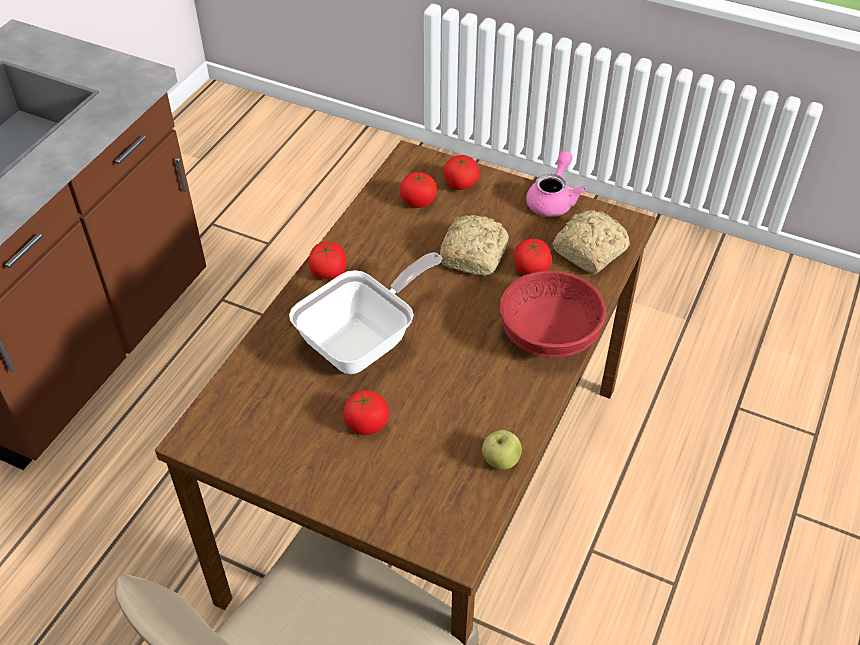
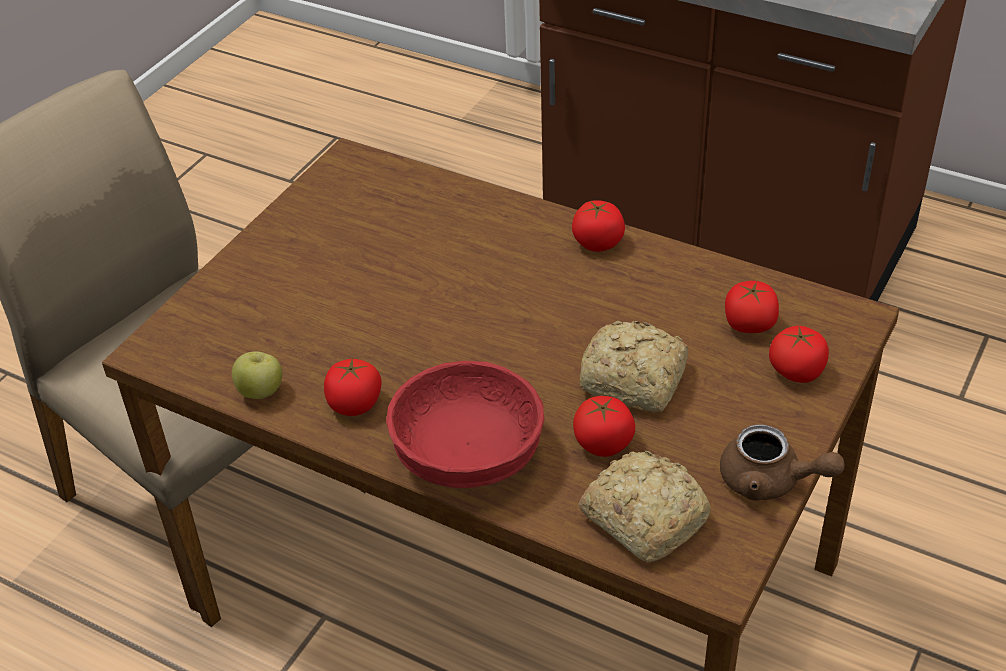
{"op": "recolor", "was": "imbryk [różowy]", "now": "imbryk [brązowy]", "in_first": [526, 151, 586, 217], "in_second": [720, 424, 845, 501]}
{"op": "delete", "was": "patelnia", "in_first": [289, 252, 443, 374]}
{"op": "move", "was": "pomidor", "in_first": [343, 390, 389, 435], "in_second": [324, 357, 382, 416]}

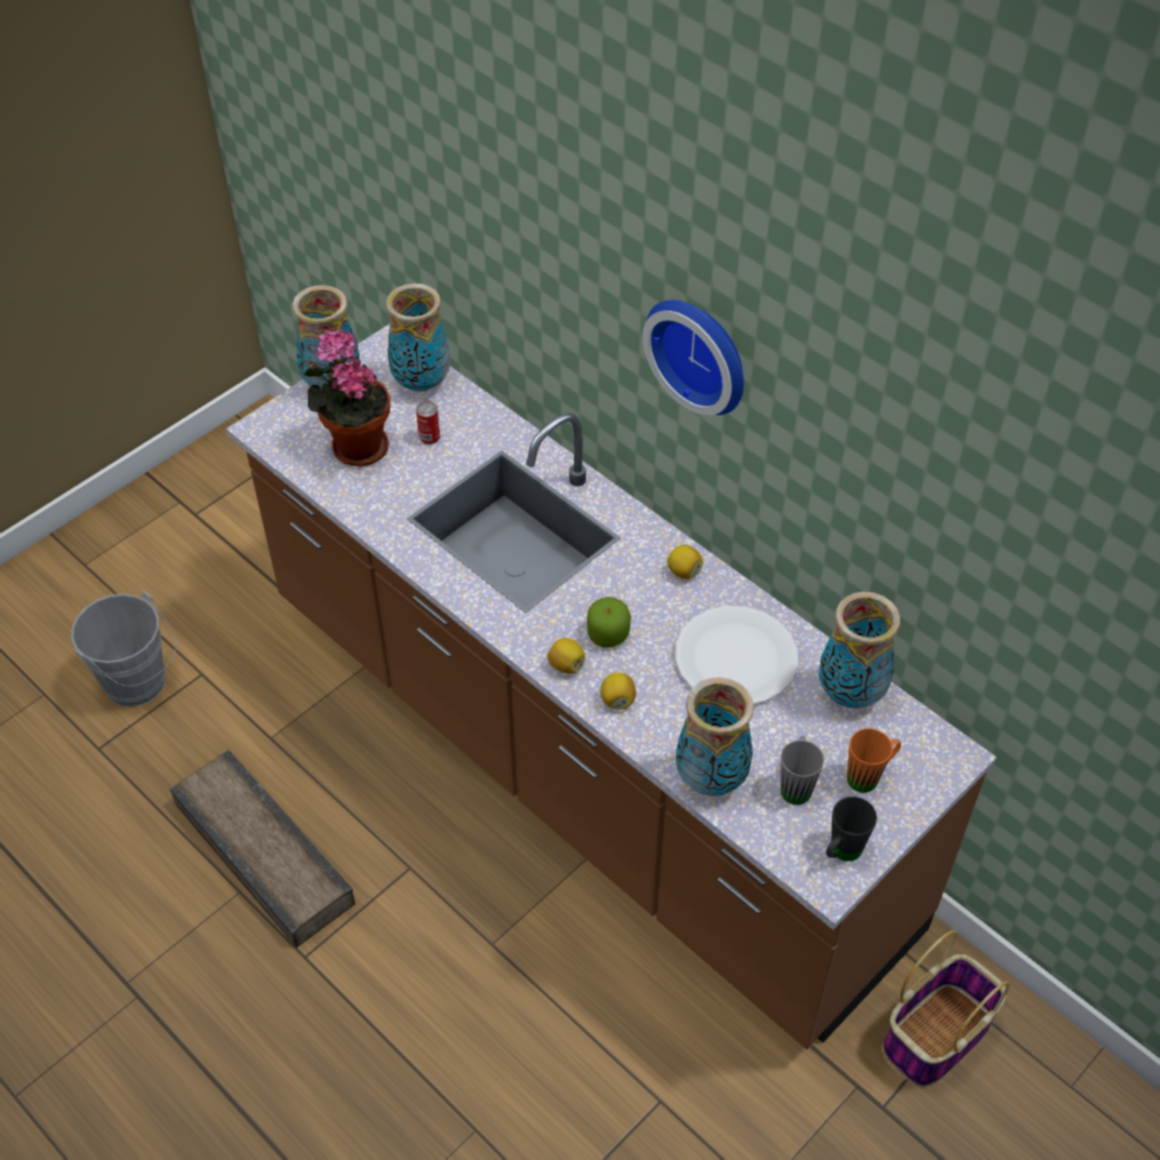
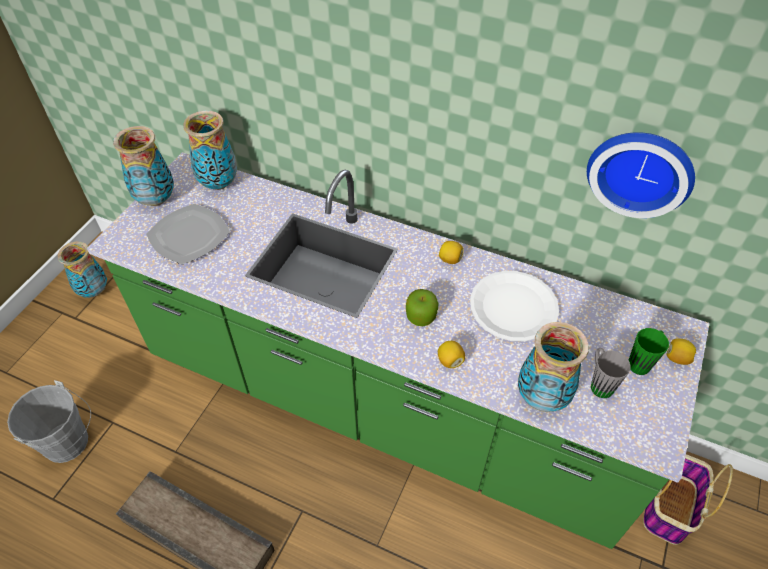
{"op": "move", "was": "zegar ścienny", "in_first": [643, 300, 744, 416], "in_second": [587, 132, 695, 218]}
{"op": "recolor", "was": "zabudowa kuchenna [brązowy]", "now": "zabudowa kuchenna [zielony]", "in_first": [226, 324, 996, 1049], "in_second": [87, 152, 709, 549]}
{"op": "replace", "was": "roślina doniczkowa", "now": "talerz", "in_first": [304, 329, 390, 467], "in_second": [146, 204, 230, 265]}
{"op": "delete", "was": "puszka", "in_first": [416, 400, 440, 445]}
{"op": "move", "was": "wazon", "in_first": [819, 592, 900, 708], "in_second": [58, 242, 107, 298]}
{"op": "move", "was": "cytryna", "in_first": [547, 638, 585, 674], "in_second": [667, 338, 696, 365]}
{"op": "recolor", "was": "kubek [pomarańczowy]", "now": "kubek [zielony]", "in_first": [847, 728, 901, 793], "in_second": [629, 328, 669, 375]}
{"op": "delete", "was": "kubek [czarny]", "in_first": [826, 797, 877, 861]}

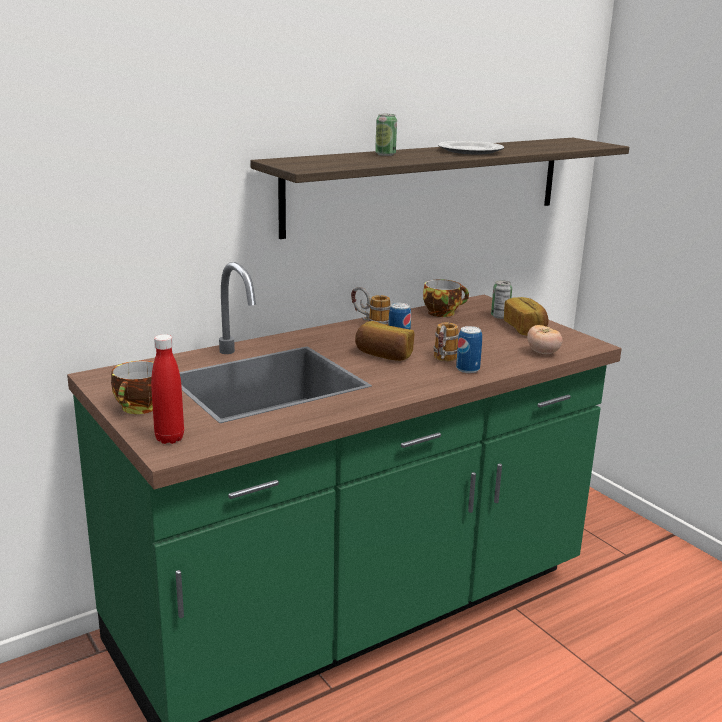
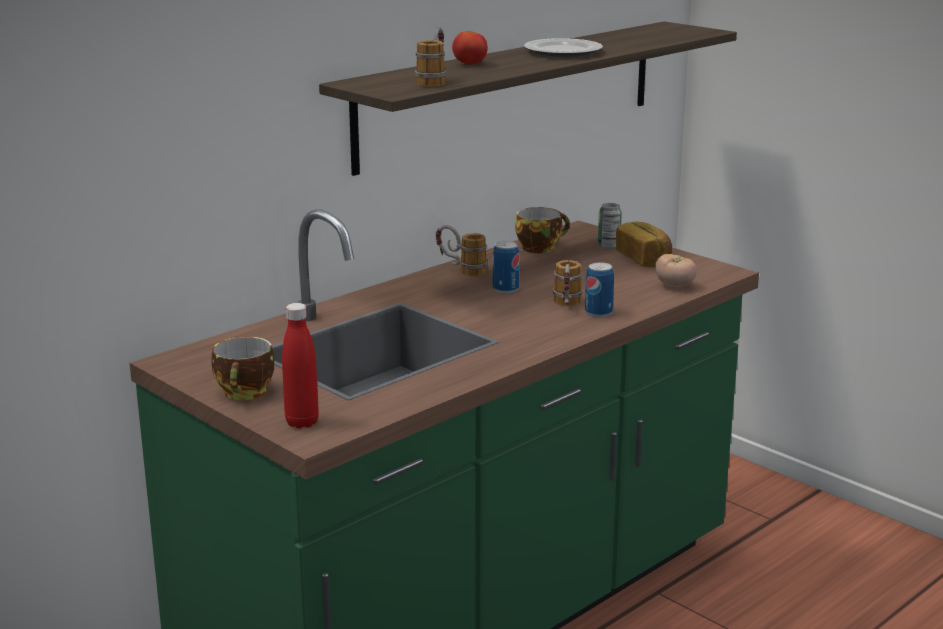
{"op": "replace", "was": "puszka", "now": "pomidor", "in_first": [375, 114, 397, 156], "in_second": [452, 31, 488, 65]}
{"op": "delete", "was": "chleb", "in_first": [355, 321, 414, 361]}
{"op": "insert", "now": "kubek", "in_second": [415, 27, 446, 87]}

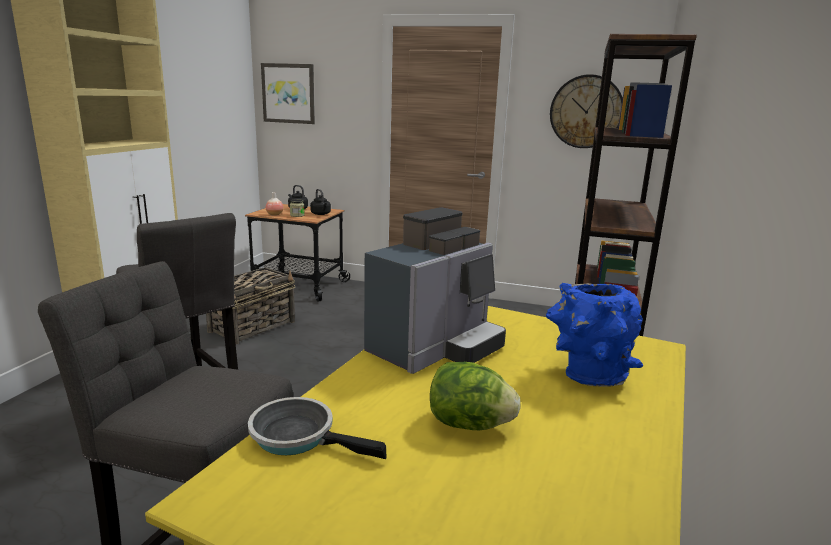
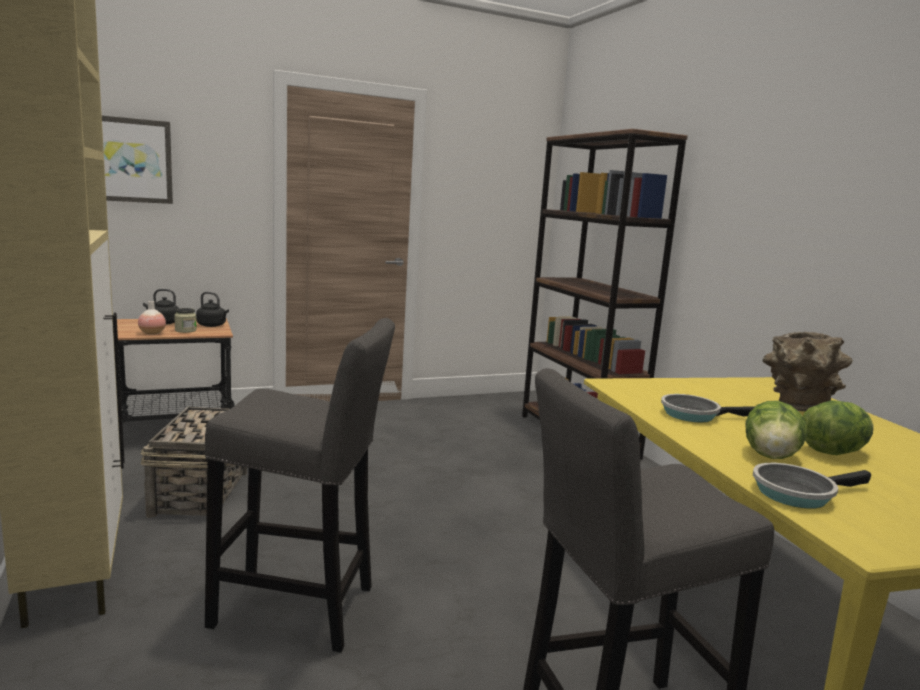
{"op": "delete", "was": "zegar ścienny", "in_first": [550, 74, 623, 148]}
{"op": "replace", "was": "ekspres do kawy", "now": "patelnia", "in_first": [364, 207, 506, 374], "in_second": [661, 394, 756, 423]}
{"op": "recolor", "was": "wazon [niebieski]", "now": "wazon [brązowy]", "in_first": [546, 283, 643, 387], "in_second": [763, 332, 852, 411]}
{"op": "insert", "now": "sałata", "in_second": [745, 401, 807, 459]}

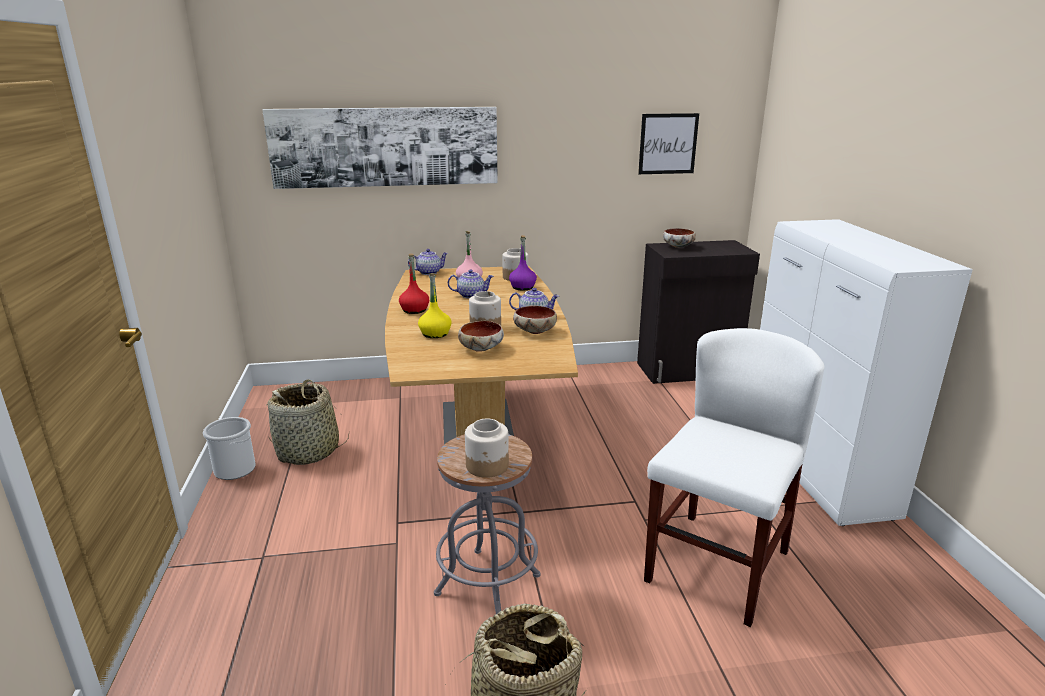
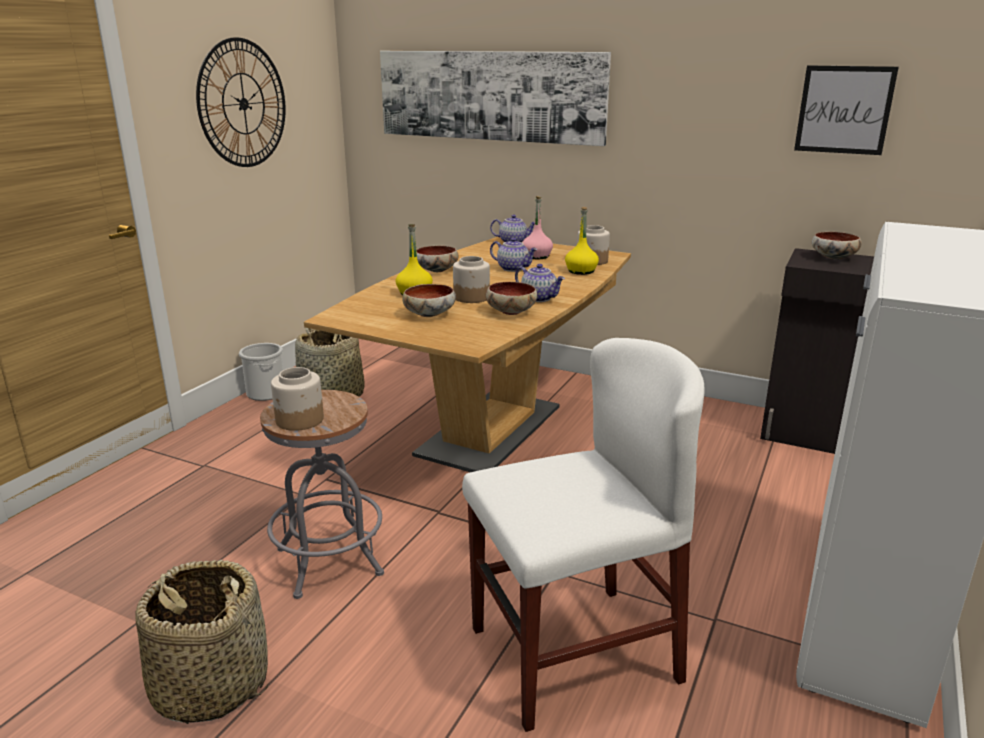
{"op": "recolor", "was": "butelka [fioletowy]", "now": "butelka [żółty]", "in_first": [509, 235, 537, 290], "in_second": [565, 207, 599, 275]}
{"op": "replace", "was": "butelka [czerwony]", "now": "miska", "in_first": [399, 253, 429, 314], "in_second": [416, 246, 459, 272]}
{"op": "insert", "now": "zegar ścienny", "in_second": [196, 37, 286, 167]}

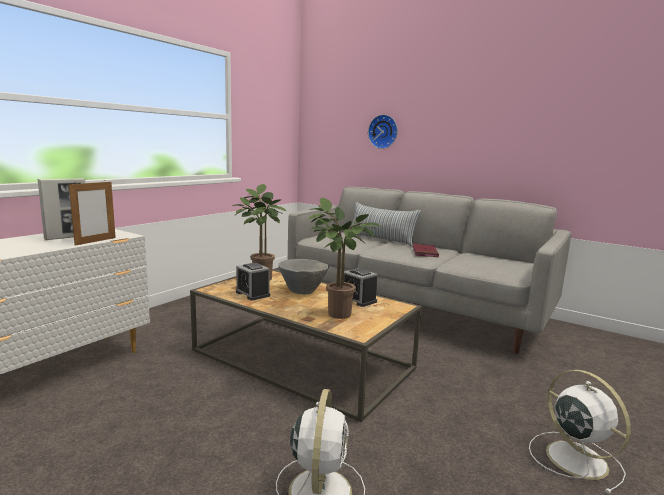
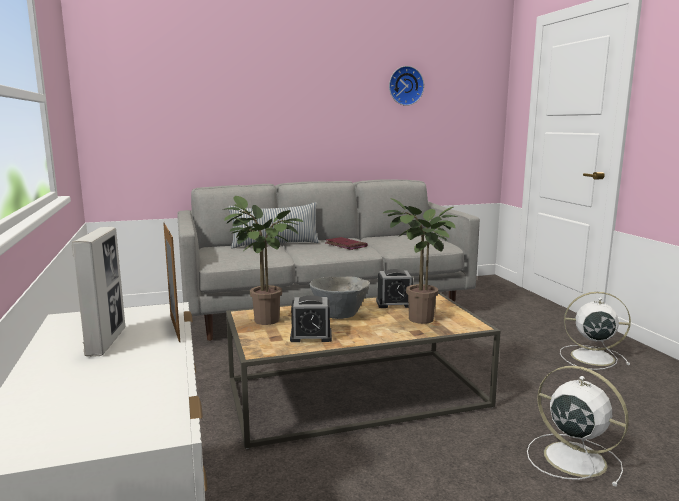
{"op": "move", "was": "zegar ścienny", "in_first": [368, 114, 398, 149], "in_second": [389, 66, 424, 106]}

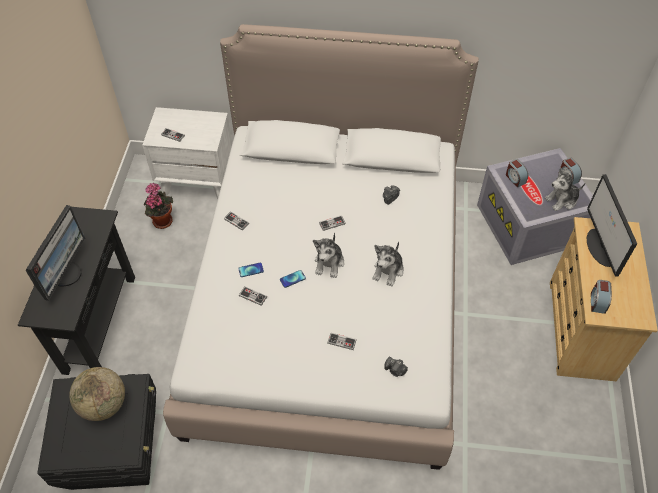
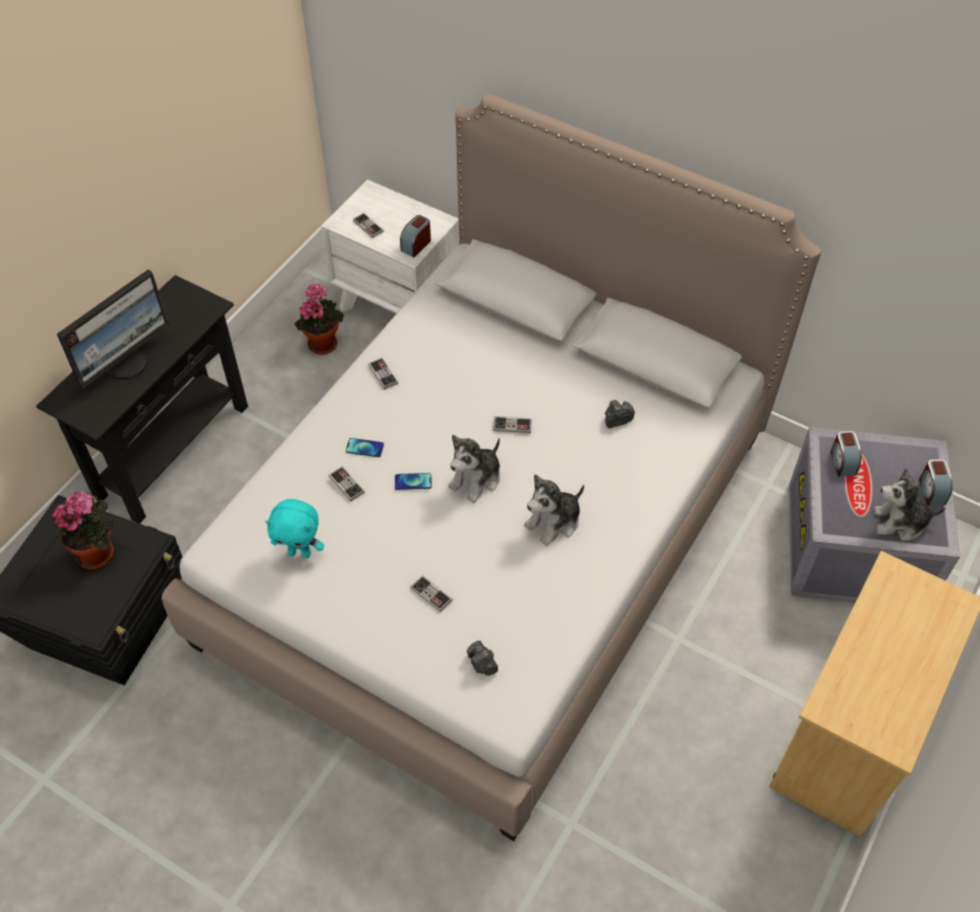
{"op": "delete", "was": "monitor", "in_first": [587, 174, 637, 277]}
{"op": "move", "was": "budzik", "in_first": [591, 280, 612, 314], "in_second": [400, 215, 431, 258]}
{"op": "replace", "was": "globus", "now": "roślina doniczkowa", "in_first": [69, 367, 125, 421], "in_second": [53, 491, 114, 569]}
{"op": "insert", "now": "pluszak [turkusowy]", "in_second": [265, 499, 324, 558]}

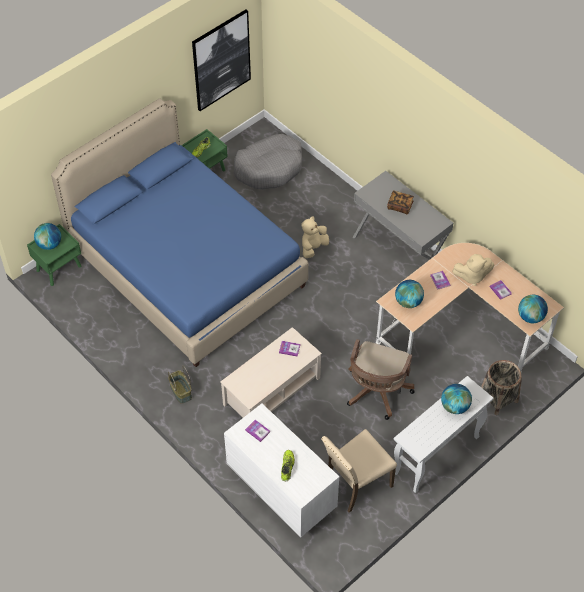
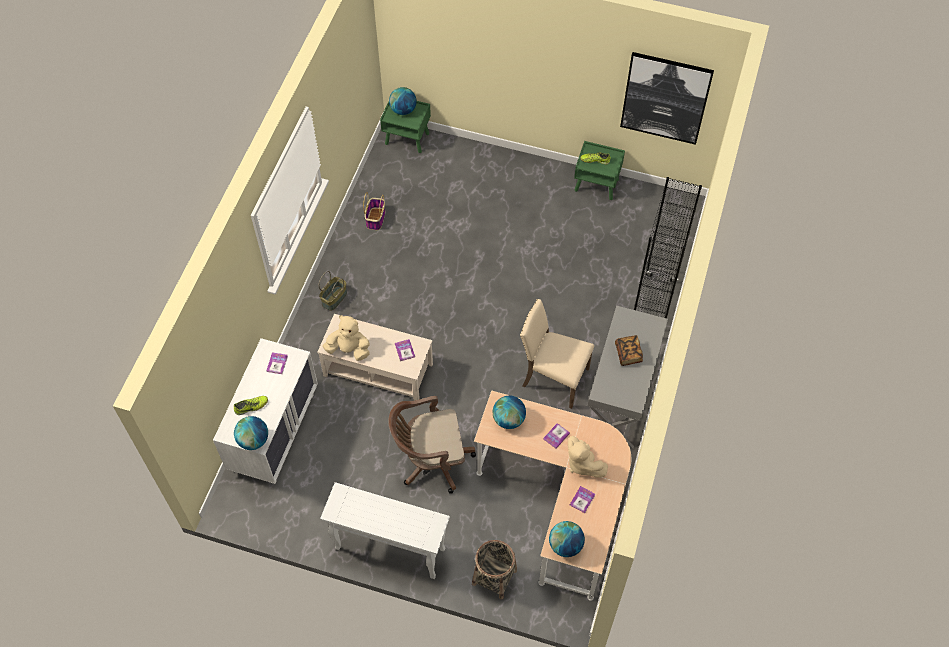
{"op": "delete", "was": "łóżko [niebieski]", "in_first": [51, 98, 308, 367]}
{"op": "delete", "was": "legowisko [szary]", "in_first": [233, 134, 302, 189]}
{"op": "move", "was": "pluszak [beżowy]", "in_first": [301, 217, 329, 258], "in_second": [322, 315, 370, 361]}
{"op": "move", "was": "globus", "in_first": [441, 384, 472, 414], "in_second": [234, 416, 268, 450]}
{"op": "move", "was": "krzesło [beżowy]", "in_first": [321, 429, 397, 513], "in_second": [520, 299, 594, 409]}
{"op": "insert", "now": "regał [czarny]", "in_second": [634, 177, 702, 318]}
{"op": "insert", "now": "koszyk", "in_second": [363, 192, 385, 230]}

